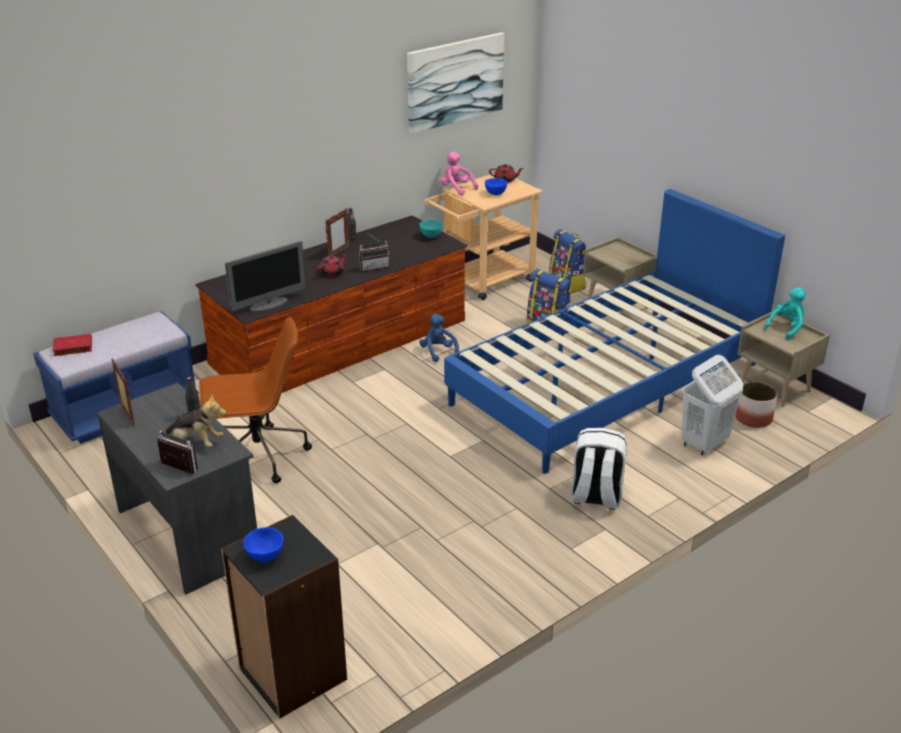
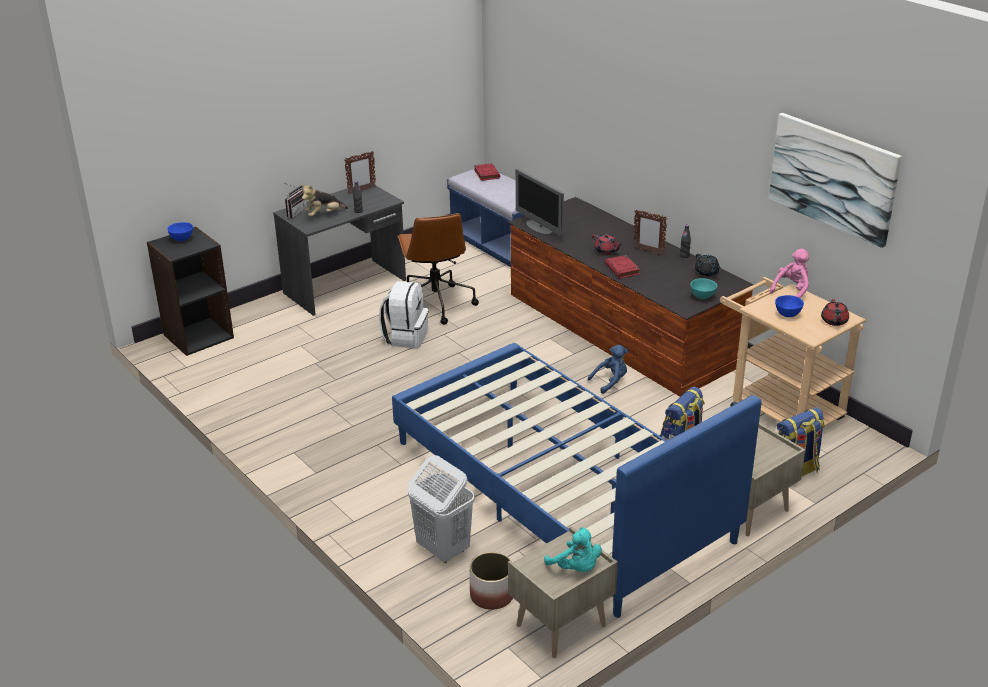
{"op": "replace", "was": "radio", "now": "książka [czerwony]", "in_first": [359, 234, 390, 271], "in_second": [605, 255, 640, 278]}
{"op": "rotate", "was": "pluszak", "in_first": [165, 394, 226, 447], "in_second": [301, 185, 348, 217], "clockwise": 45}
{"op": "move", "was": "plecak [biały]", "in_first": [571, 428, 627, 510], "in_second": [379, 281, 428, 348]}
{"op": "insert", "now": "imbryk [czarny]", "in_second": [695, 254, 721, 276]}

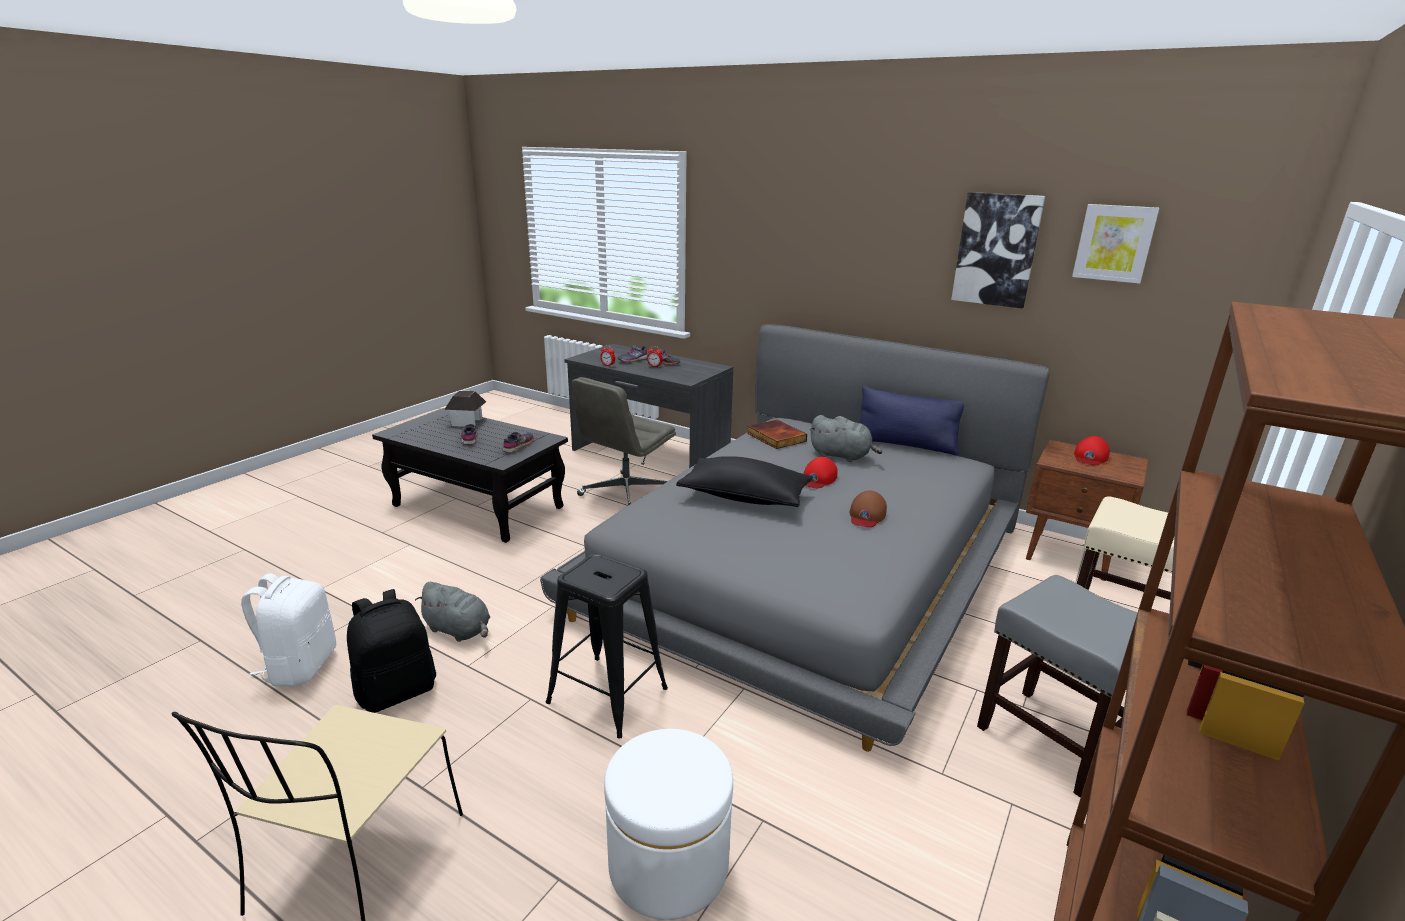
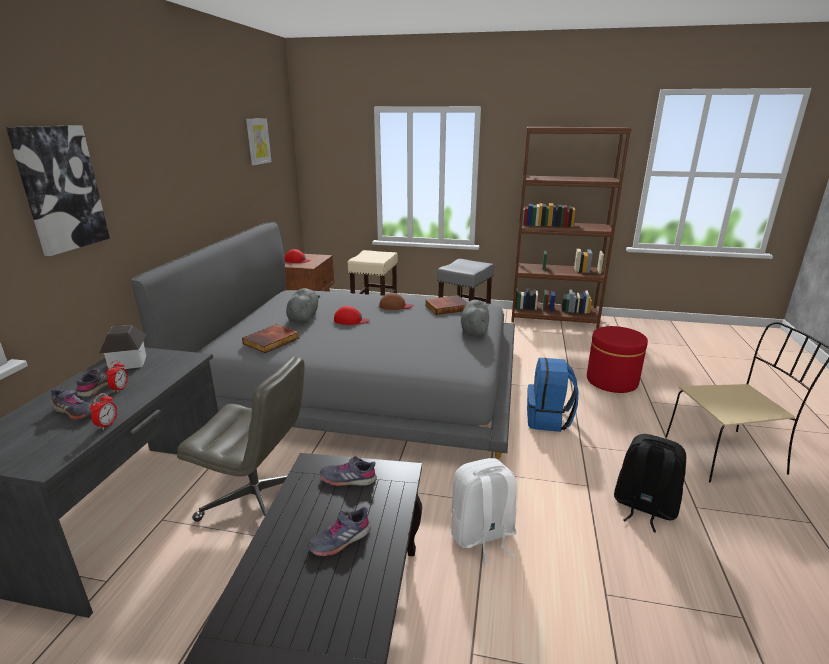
{"op": "move", "was": "obraz", "in_first": [951, 192, 1045, 308], "in_second": [6, 125, 110, 256]}
{"op": "delete", "was": "poduszka [niebieski]", "in_first": [860, 386, 964, 455]}
{"op": "move", "was": "domek", "in_first": [444, 391, 486, 427], "in_second": [99, 326, 147, 369]}
{"op": "delete", "was": "poduszka [czarny]", "in_first": [676, 456, 813, 507]}
{"op": "replace", "was": "stołek [czarny]", "now": "plecak [niebieski]", "in_first": [546, 554, 668, 738], "in_second": [527, 358, 578, 432]}
{"op": "move", "was": "plecak [biały]", "in_first": [241, 573, 336, 687], "in_second": [451, 458, 517, 566]}
{"op": "move", "was": "pluszak [szary]", "in_first": [415, 582, 490, 642], "in_second": [461, 300, 490, 337]}
{"op": "recolor", "was": "pufa [biały]", "now": "pufa [czerwony]", "in_first": [604, 729, 733, 920], "in_second": [587, 326, 648, 393]}
{"op": "insert", "now": "książka", "in_second": [425, 295, 468, 315]}

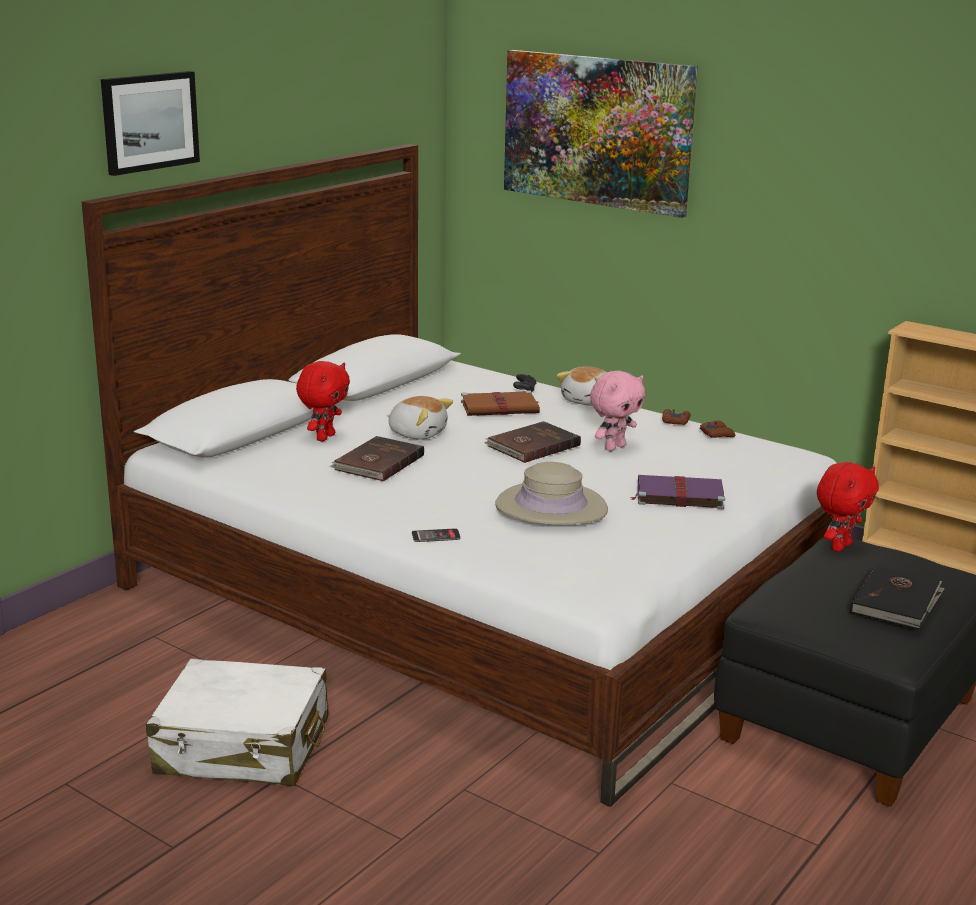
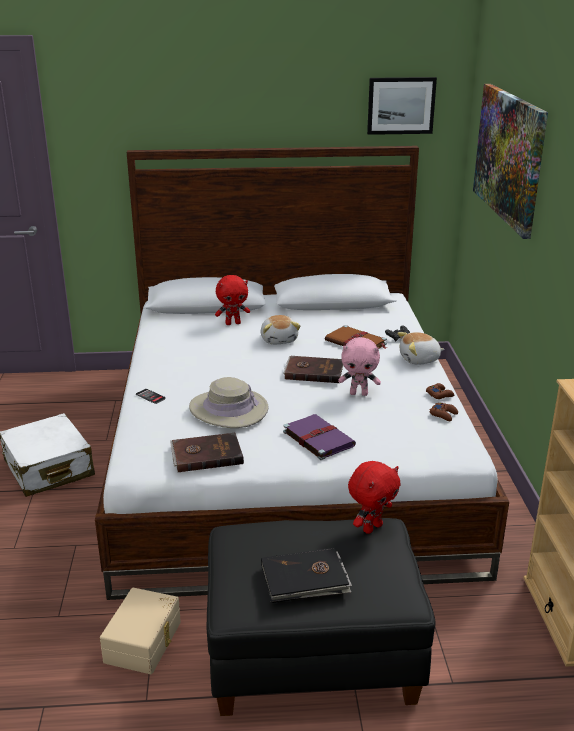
{"op": "move", "was": "obraz", "in_first": [101, 71, 200, 176], "in_second": [367, 77, 437, 135]}
{"op": "move", "was": "książka [brązowy]", "in_first": [330, 436, 424, 481], "in_second": [170, 433, 244, 472]}
{"op": "rotate", "was": "pluszak [czerwony]", "in_first": [817, 462, 879, 552], "in_second": [348, 461, 401, 534], "clockwise": -45}
{"op": "insert", "now": "pojemnik do przechowywania [beżowy]", "in_second": [100, 588, 181, 674]}

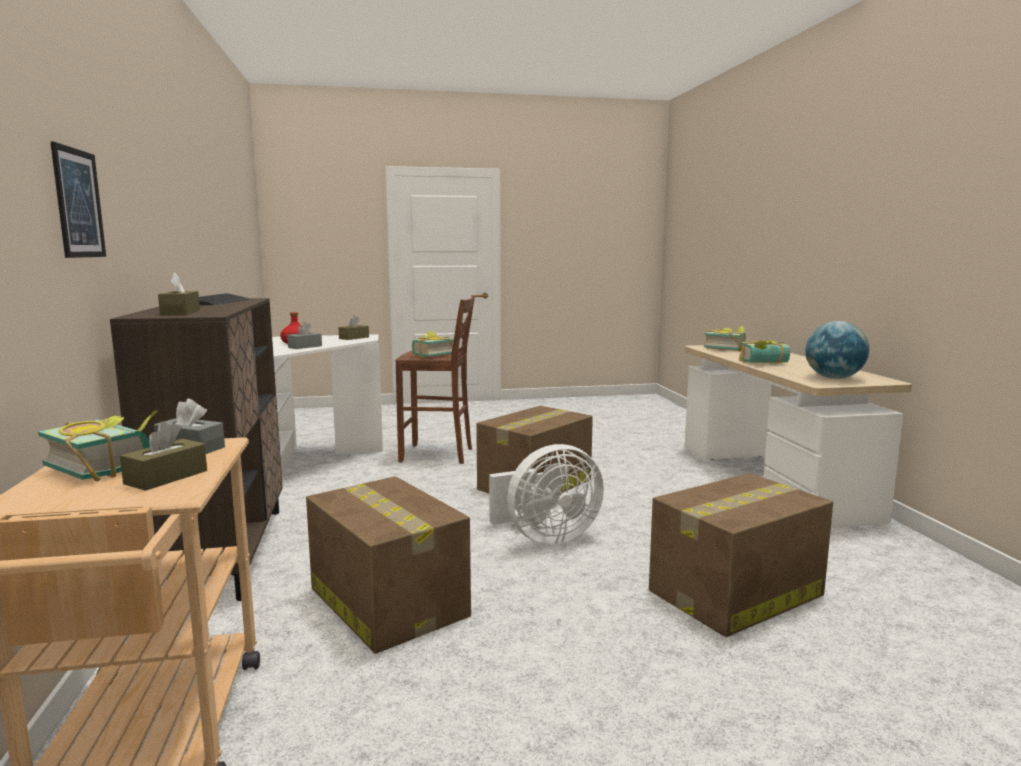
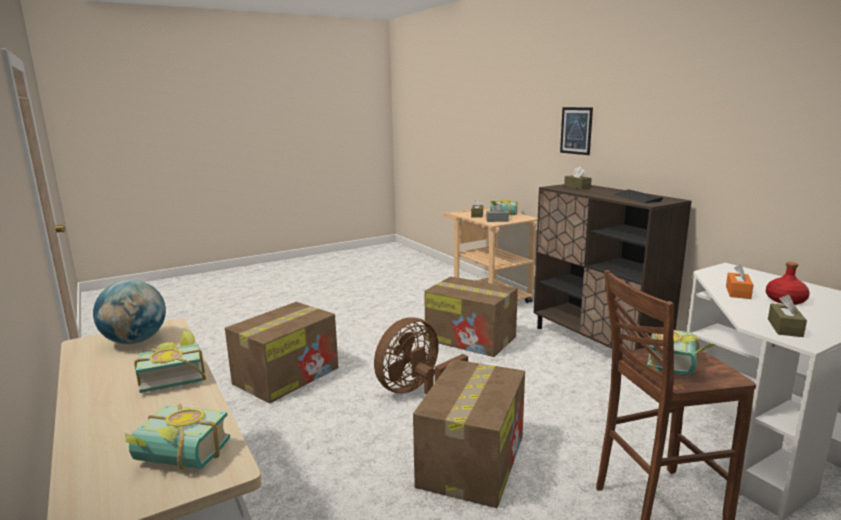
{"op": "recolor", "was": "pudełko chusteczek [szary]", "now": "pudełko chusteczek [pomarańczowy]", "in_first": [287, 322, 322, 349], "in_second": [726, 264, 753, 299]}
{"op": "recolor", "was": "wentylator [biały]", "now": "wentylator [brązowy]", "in_first": [489, 444, 604, 545], "in_second": [374, 317, 468, 395]}

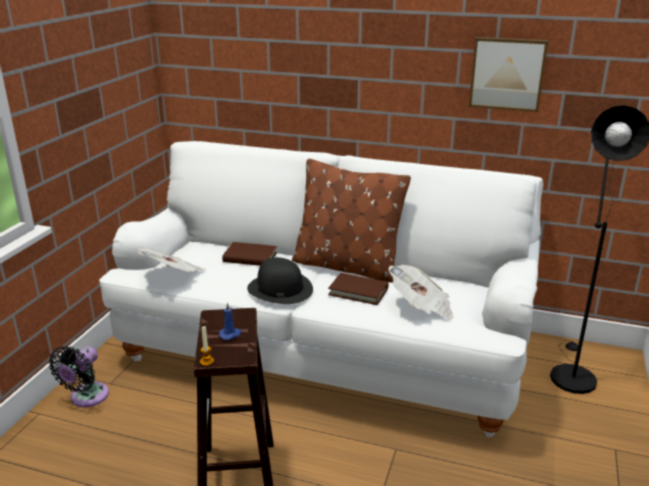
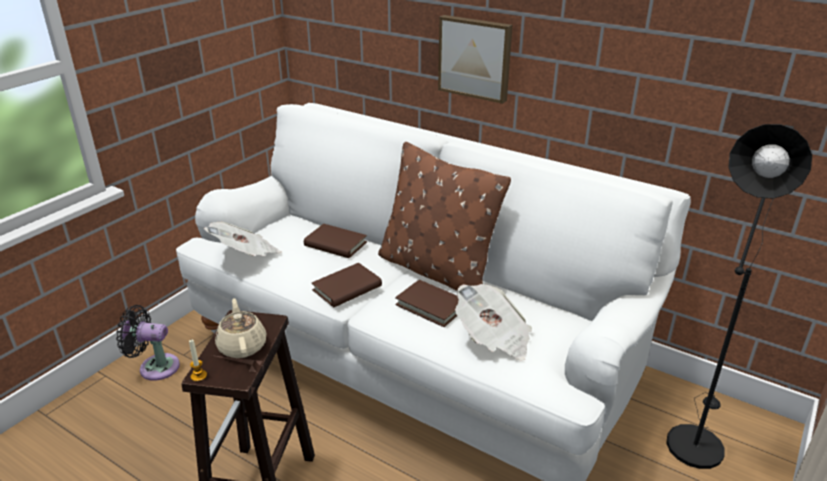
{"op": "move", "was": "obraz", "in_first": [469, 37, 548, 112], "in_second": [438, 15, 512, 104]}
{"op": "replace", "was": "kapelusz [czarny]", "now": "książka [brązowy]", "in_first": [247, 257, 313, 304], "in_second": [312, 263, 382, 307]}
{"op": "replace", "was": "świeca [niebieski]", "now": "imbryk [beżowy]", "in_first": [219, 302, 242, 340], "in_second": [215, 298, 266, 358]}
{"op": "rotate", "was": "wentylator [czarny]", "in_first": [49, 346, 109, 407], "in_second": [116, 305, 180, 381], "clockwise": 60}

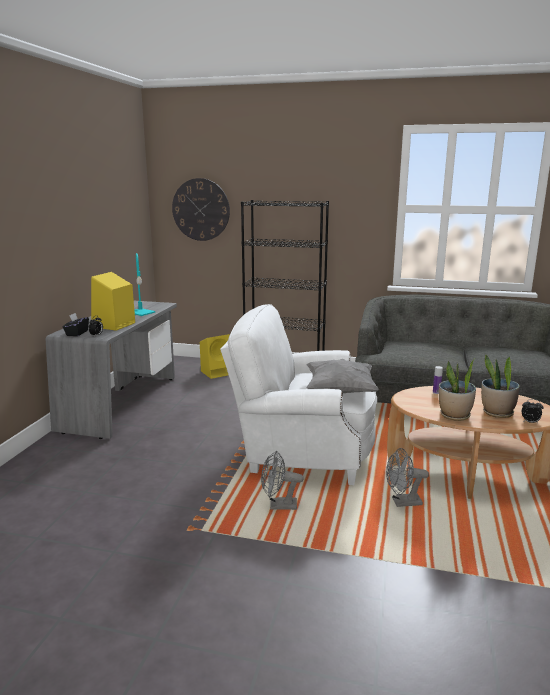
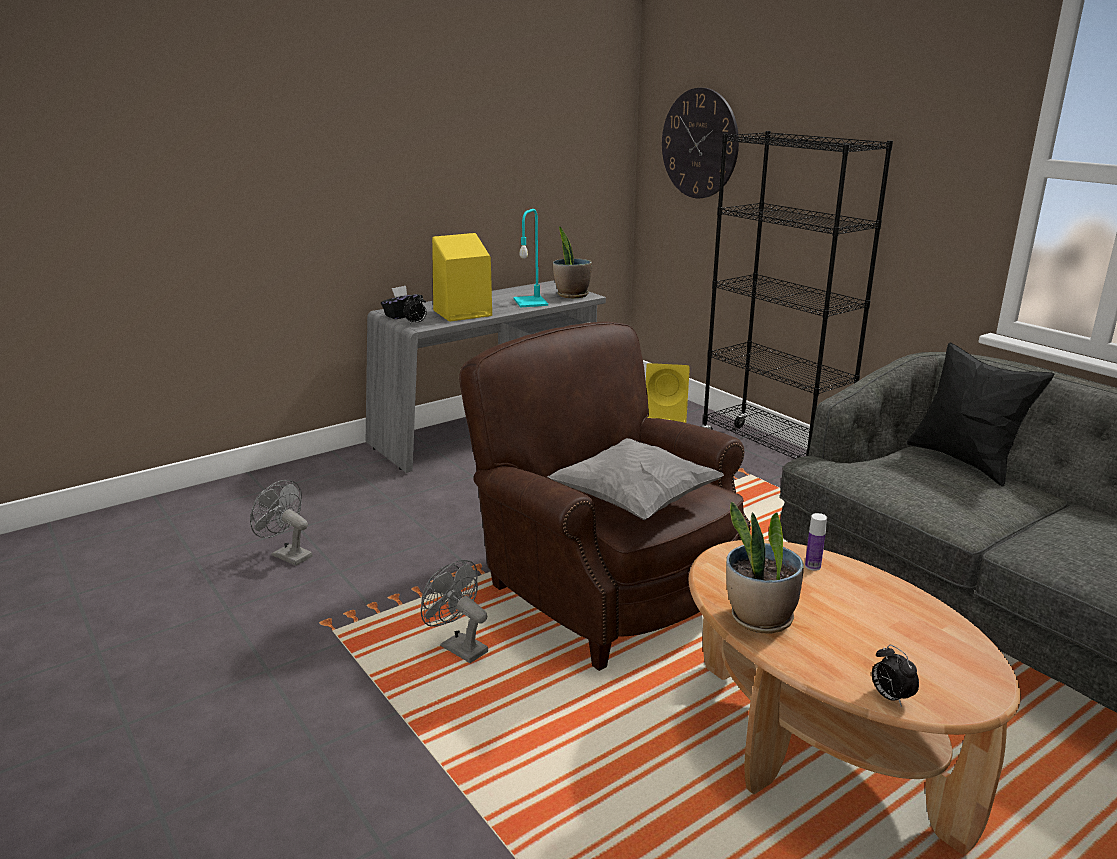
{"op": "recolor", "was": "fotel [biały]", "now": "fotel [brązowy]", "in_first": [220, 304, 377, 485], "in_second": [459, 321, 751, 671]}
{"op": "move", "was": "roślina doniczkowa", "in_first": [481, 355, 520, 418], "in_second": [553, 226, 592, 298]}
{"op": "move", "was": "wentylator [szary]", "in_first": [386, 448, 429, 507], "in_second": [250, 480, 312, 566]}
{"op": "insert", "now": "poduszka [czarny]", "in_second": [907, 343, 1054, 486]}

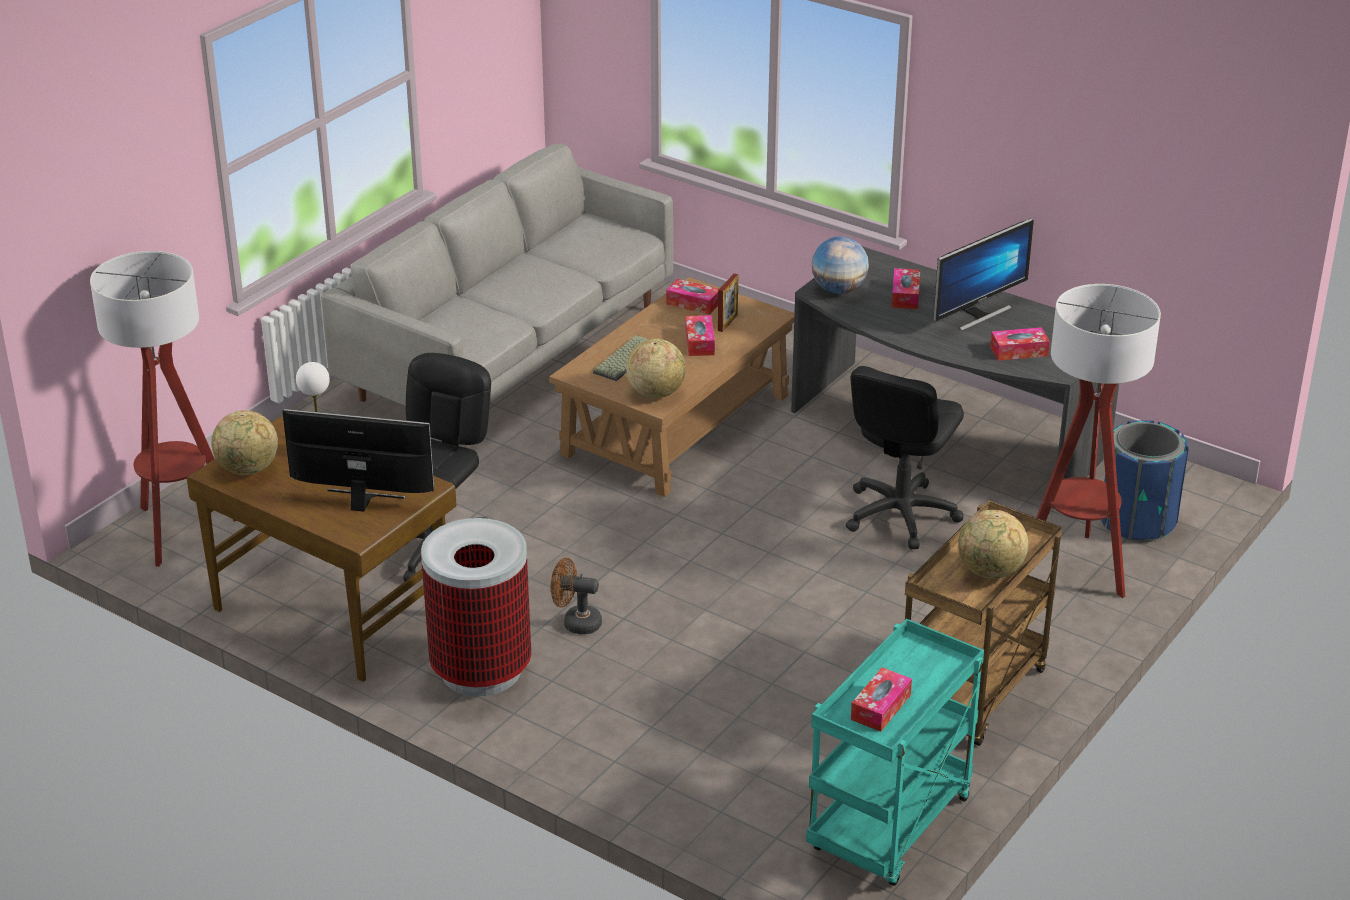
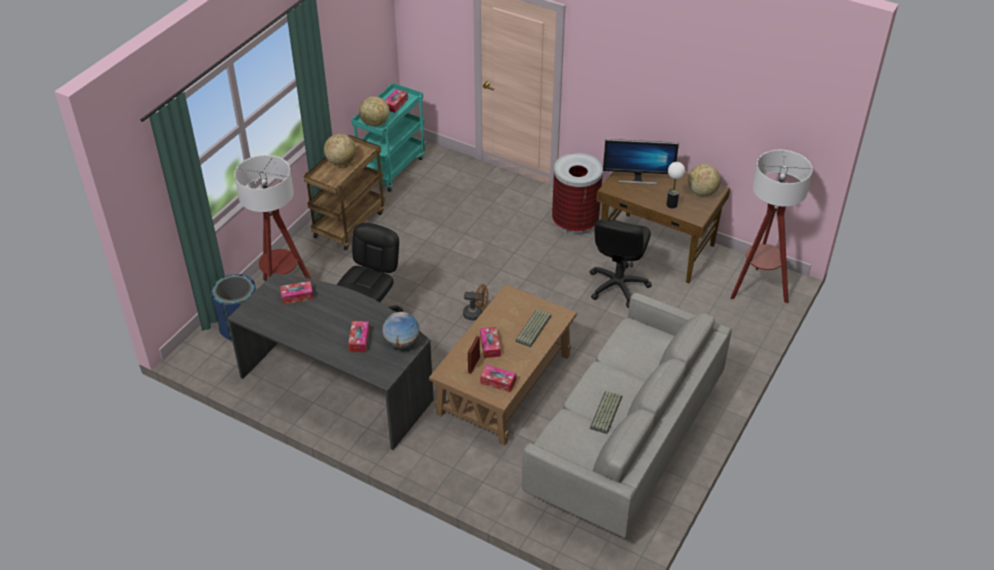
{"op": "delete", "was": "monitor", "in_first": [933, 218, 1034, 331]}
{"op": "move", "was": "globus", "in_first": [626, 339, 686, 398], "in_second": [359, 96, 389, 127]}
{"op": "move", "was": "wentylator [brązowy]", "in_first": [550, 558, 602, 634], "in_second": [463, 284, 488, 320]}
{"op": "insert", "now": "klawiatura", "in_second": [590, 391, 622, 434]}

